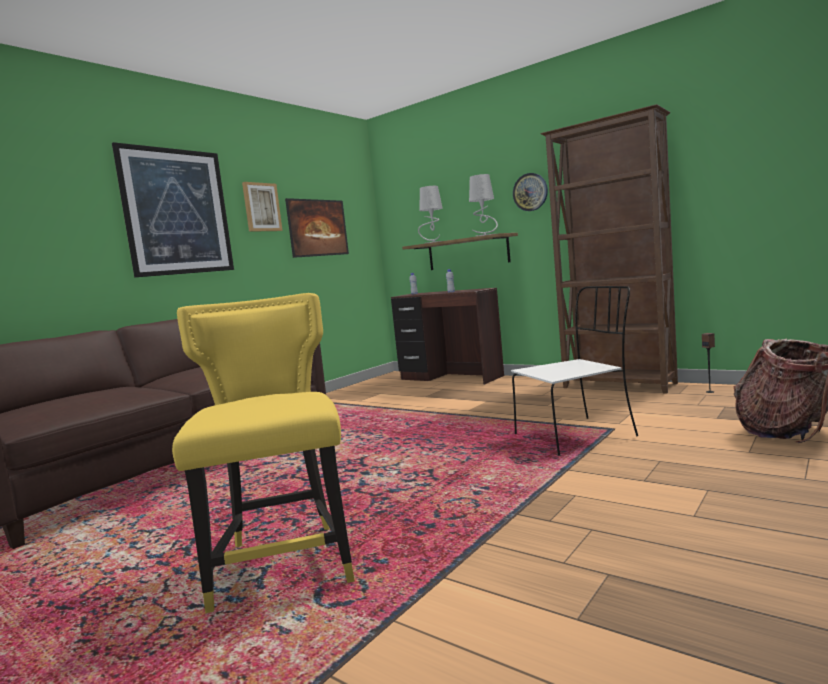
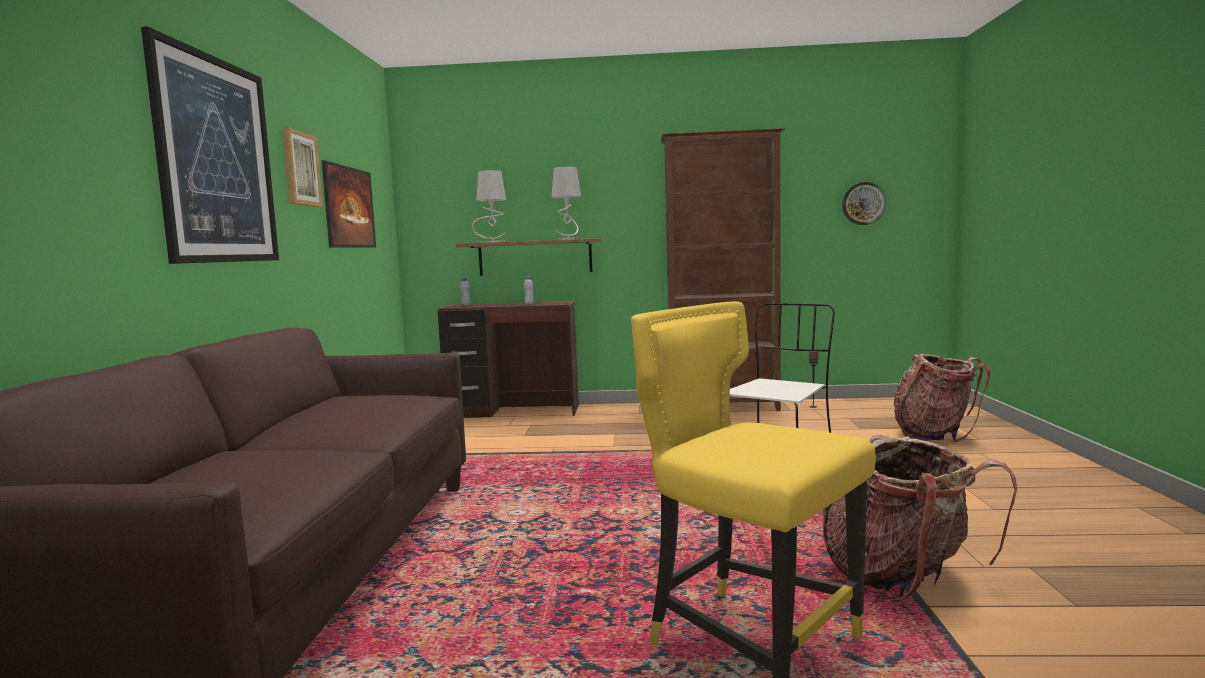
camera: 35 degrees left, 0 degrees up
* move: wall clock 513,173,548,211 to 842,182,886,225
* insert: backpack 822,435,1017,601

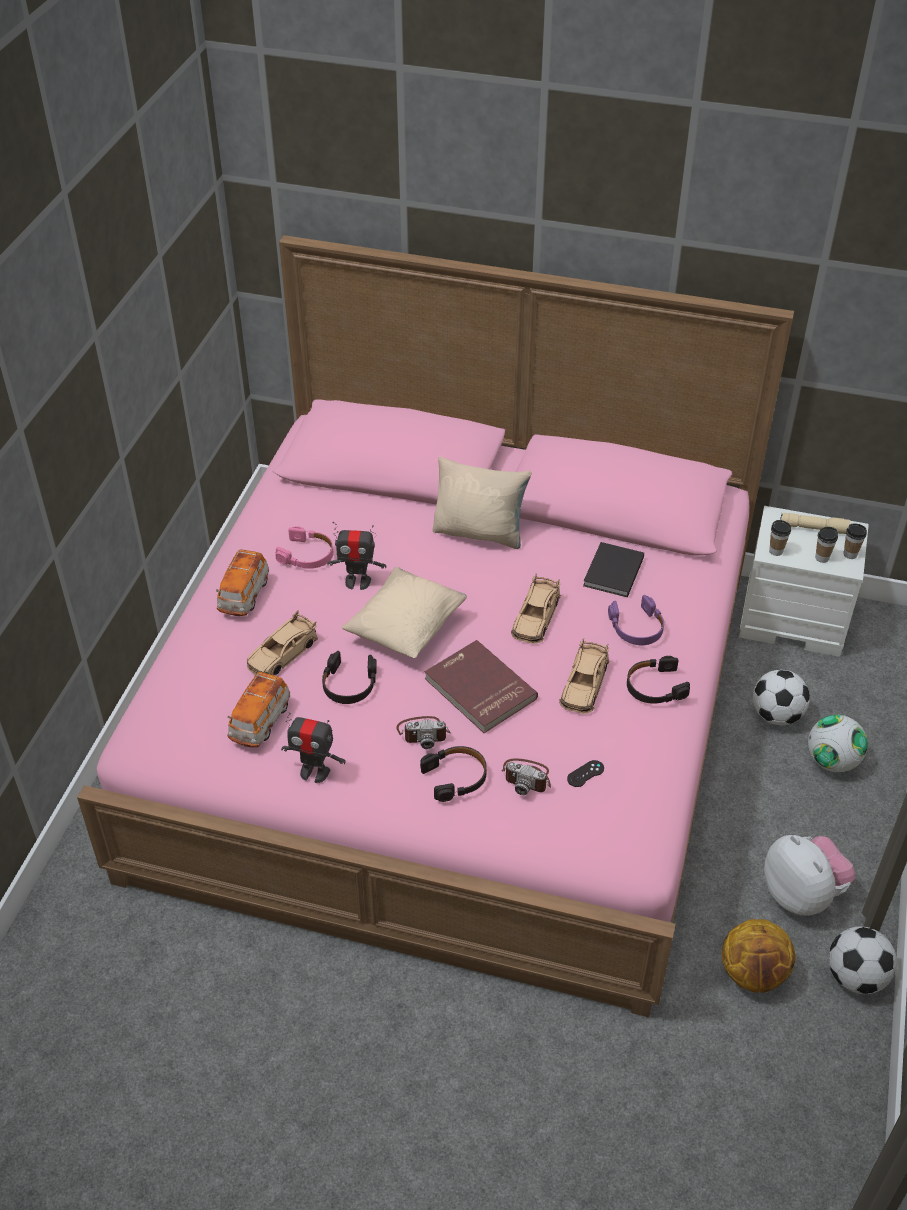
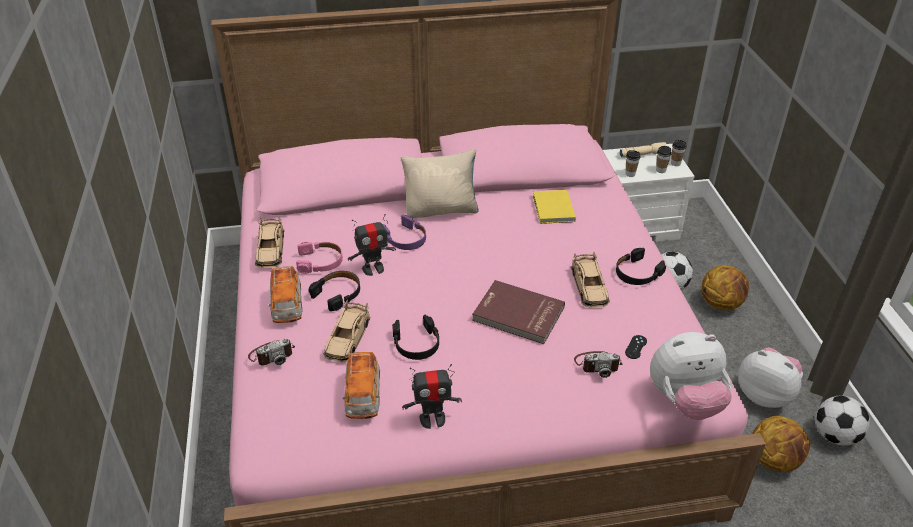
camera: 25 degrees left, 5 degrees down
* delete: pillow in beige 342,567,467,658
* move: photo camera 396,716,451,749 to 248,339,295,366
* move: headphones in black 420,746,487,802 to 309,271,360,311
* move: toy car in beige 511,574,561,644 to 255,217,284,268
* recolor: book in black 583,542,644,597 to book in yellow 533,190,576,224
* move: headphones in purple 608,595,664,645 to 383,215,426,250
* replace: football 808,715,868,773 to basketball 702,265,749,310
* insert: plush toy 650,332,732,420

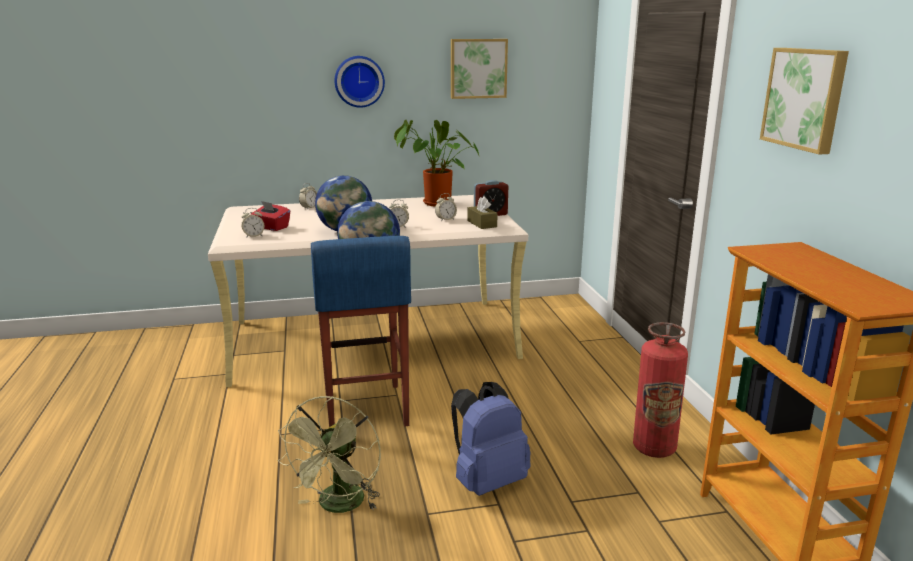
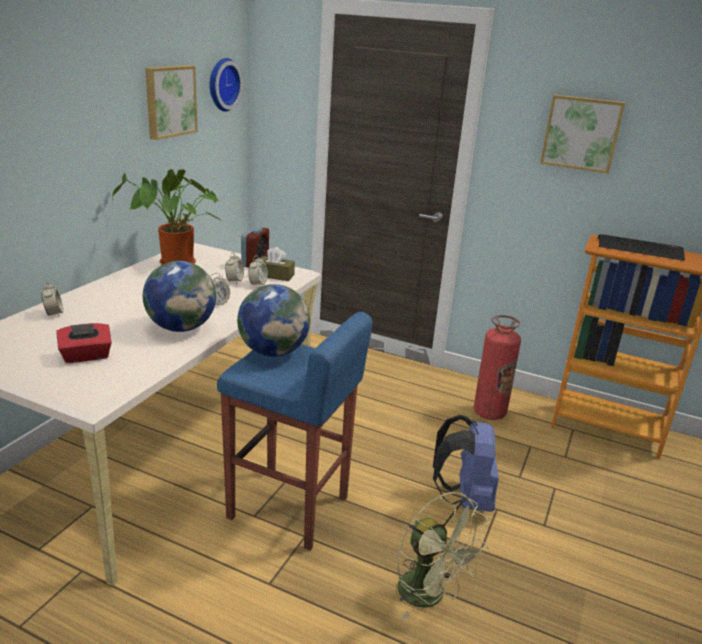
camera: 55 degrees left, 5 degrees up
* move: alarm clock 241,208,264,238 to 248,255,268,287
* move: wall clock 334,56,385,108 to 210,58,243,112
* insert: keyboard 598,234,685,261

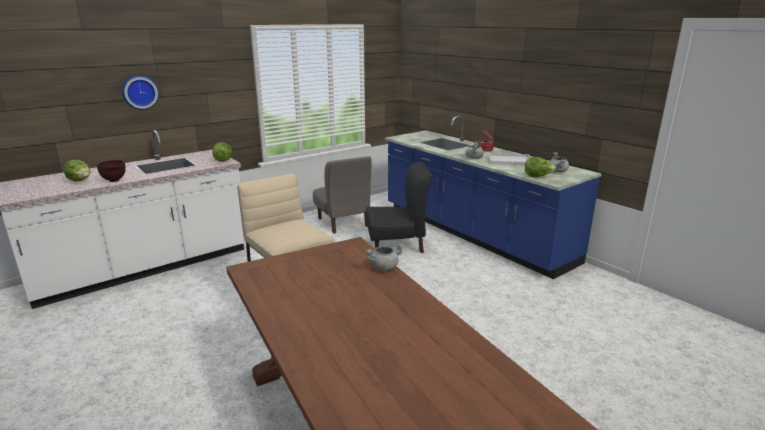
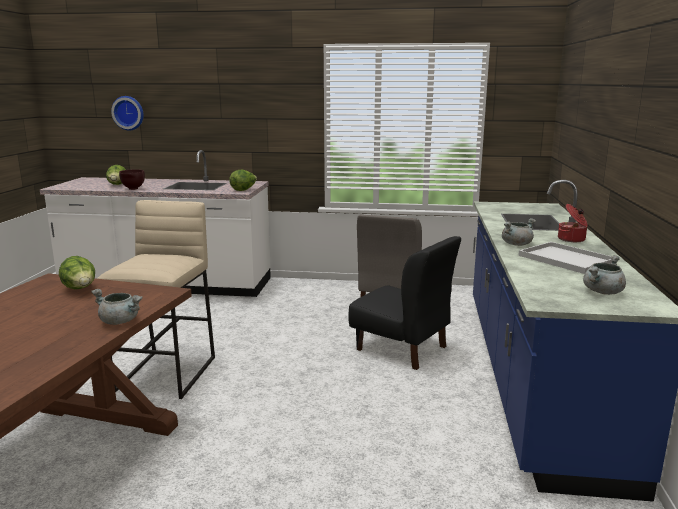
camera: 45 degrees right, 5 degrees down
* move: wall clock 122,75,159,110 to 111,96,144,130
* move: lettuce 525,157,556,177 to 59,256,95,289

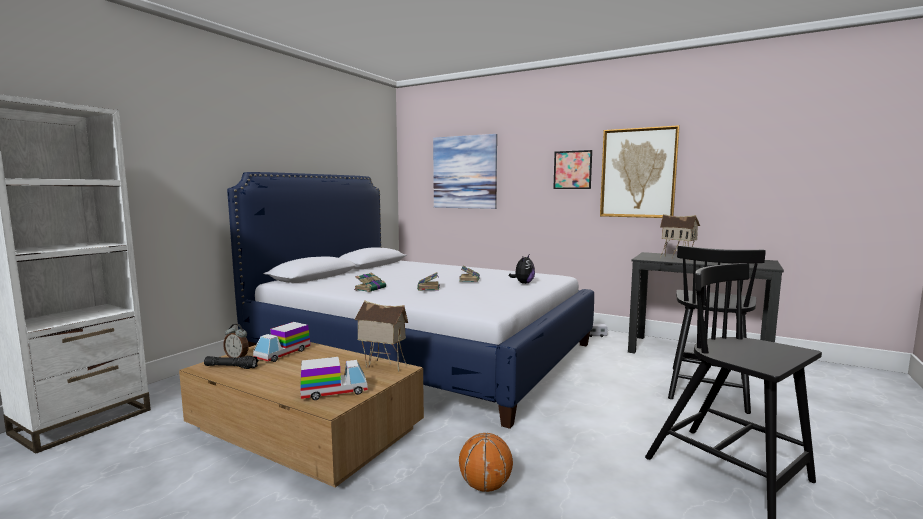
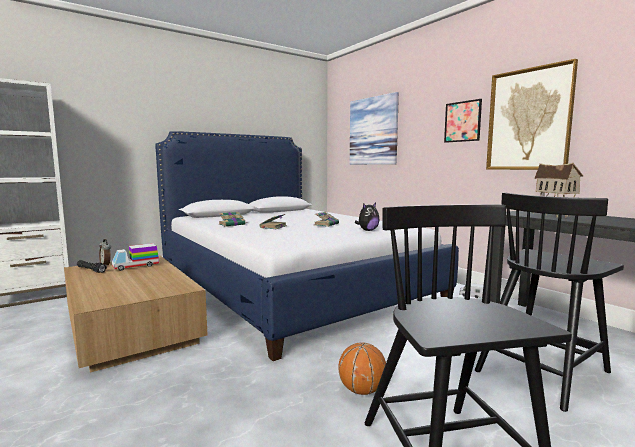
camera: 25 degrees right, 0 degrees up
* delete: toy truck 300,357,368,400
* delete: toy house 354,300,408,372
* move: basketball 459,433,513,492 to 338,342,386,395

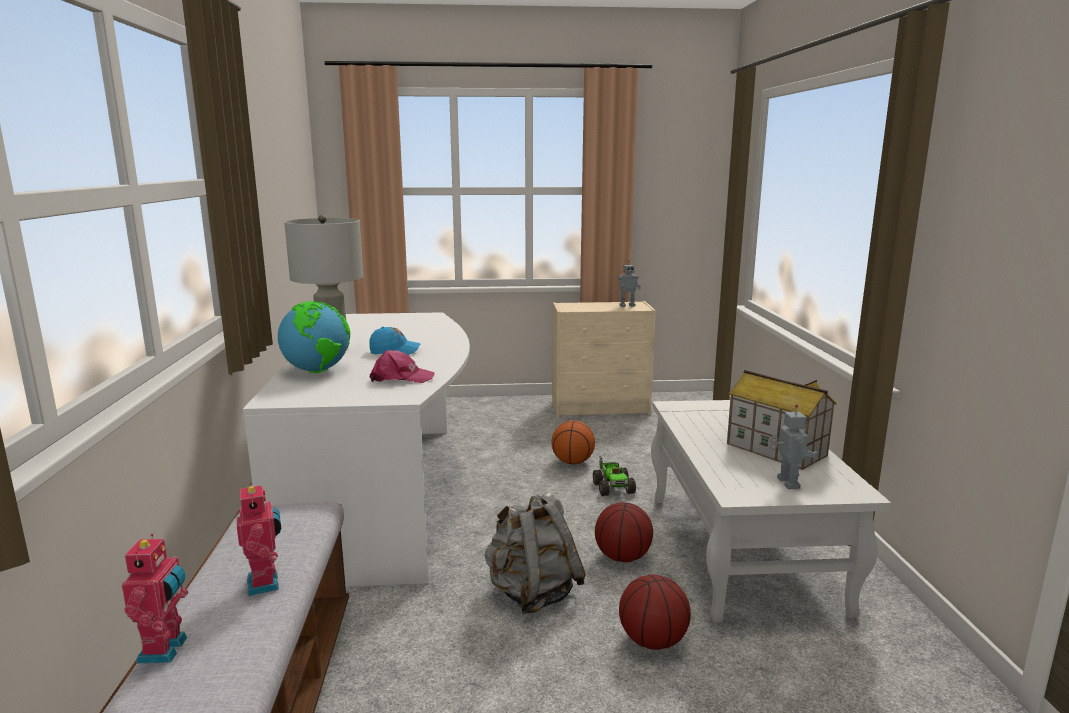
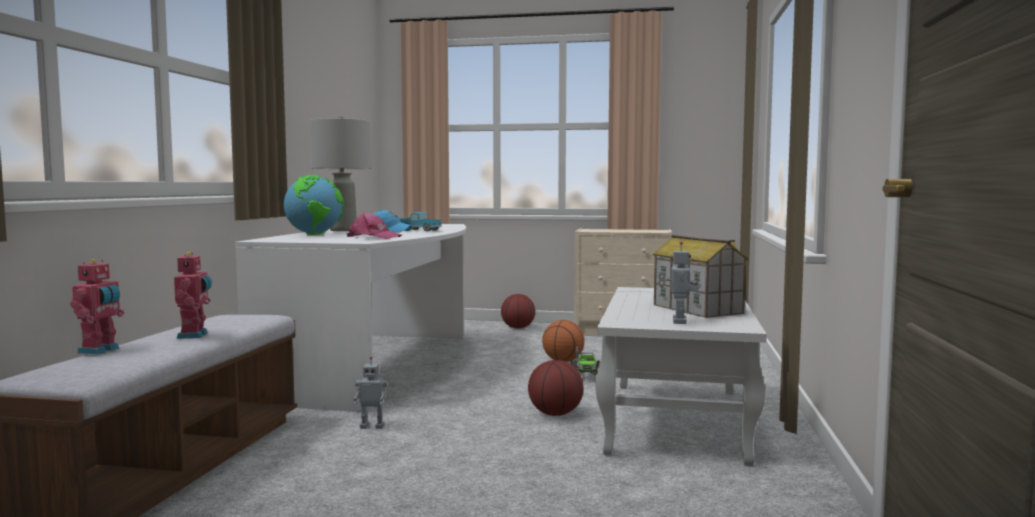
camera: 15 degrees right, 10 degrees down
* delete: backpack in grey 485,492,586,614
* move: toy robot 618,260,641,307 to 354,357,387,429
* move: basketball 619,575,691,650 to 501,294,535,329
* insert: toy truck 400,212,442,231

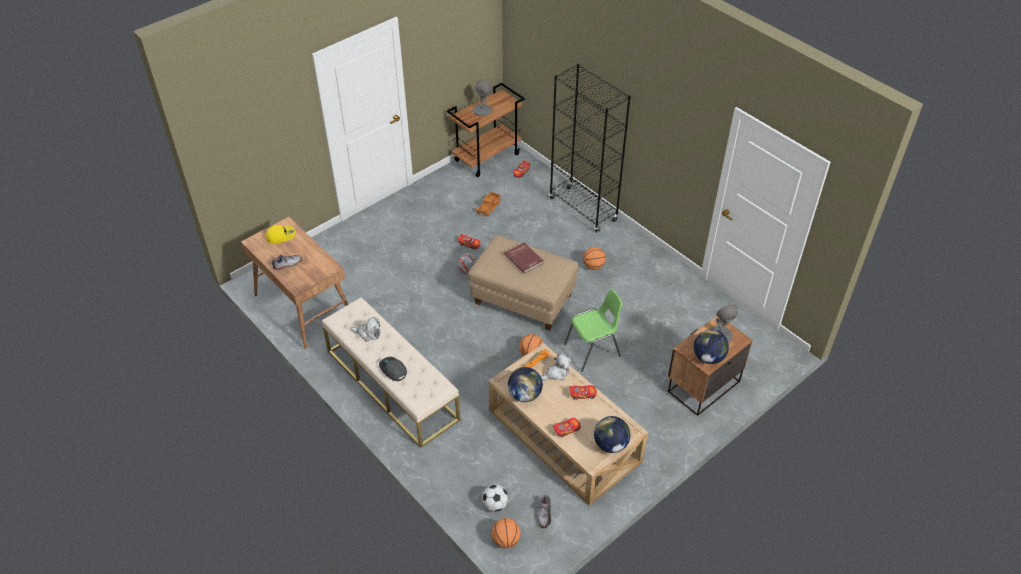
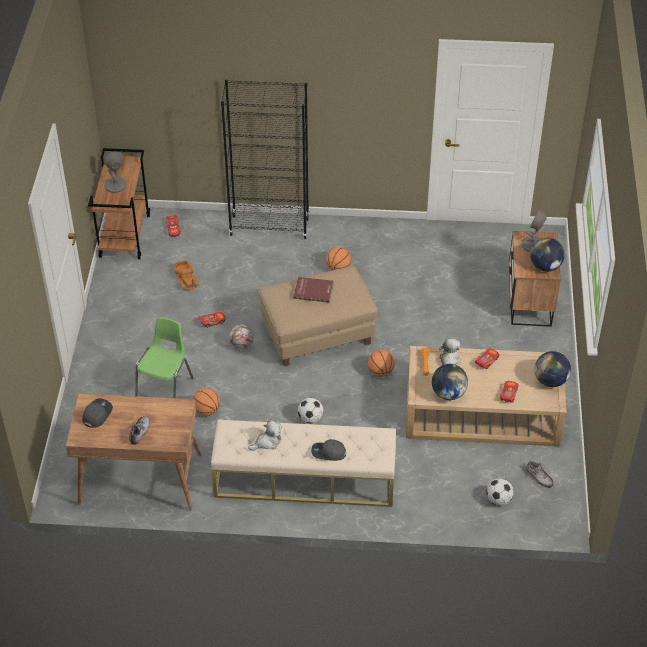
camera: 45 degrees left, 0 degrees up
* recolor: cap in yellow 266,225,295,244 to cap in grey 82,398,113,428
* move: basketball 491,518,521,548 to 193,388,220,416
* move: chair in green 564,289,623,372 to 135,317,194,398
* insert: football 298,398,323,423

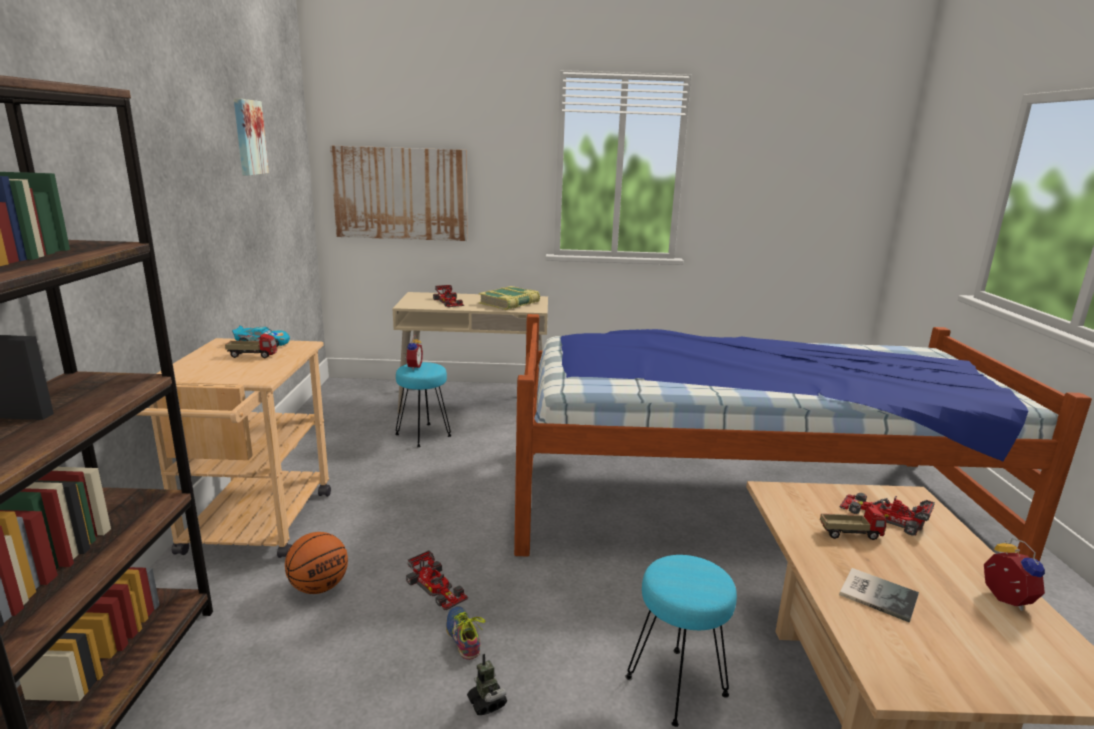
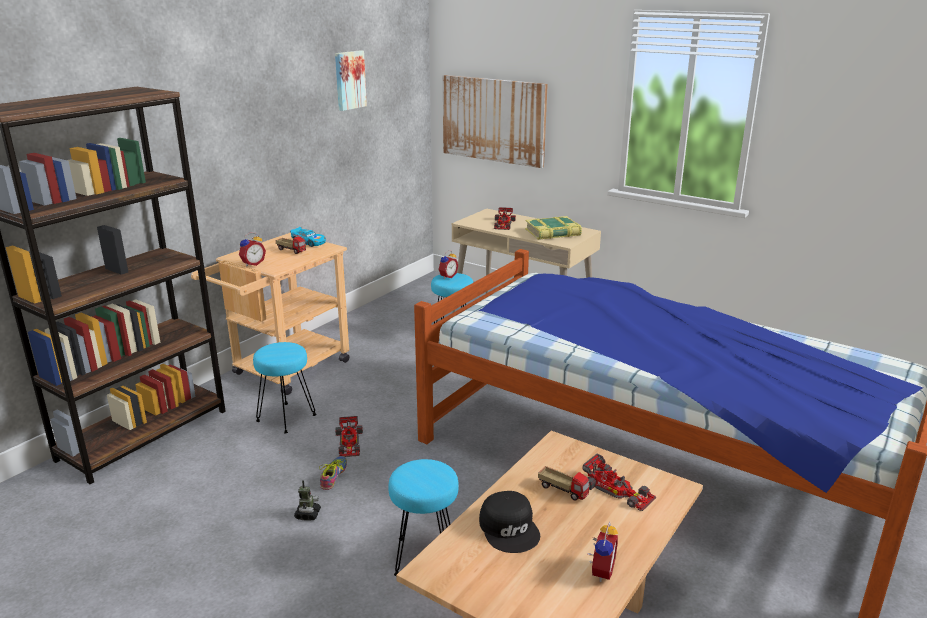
camera: 35 degrees right, 5 degrees up
* replace: basketball 285,532,348,594 to stool in turquoise 253,342,316,433
* replace: book 839,568,919,623 to cap in black 479,491,540,553
* rotate: toy car 840,493,935,536 = 582,454,656,511 150 degrees clockwise
* insert: alarm clock 239,233,266,267

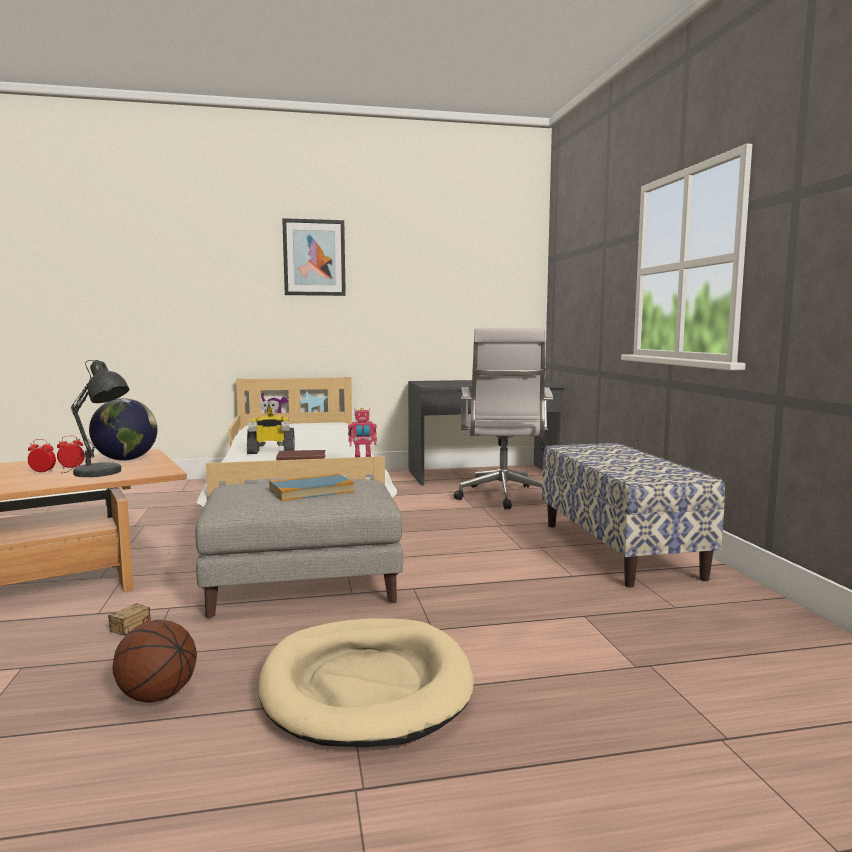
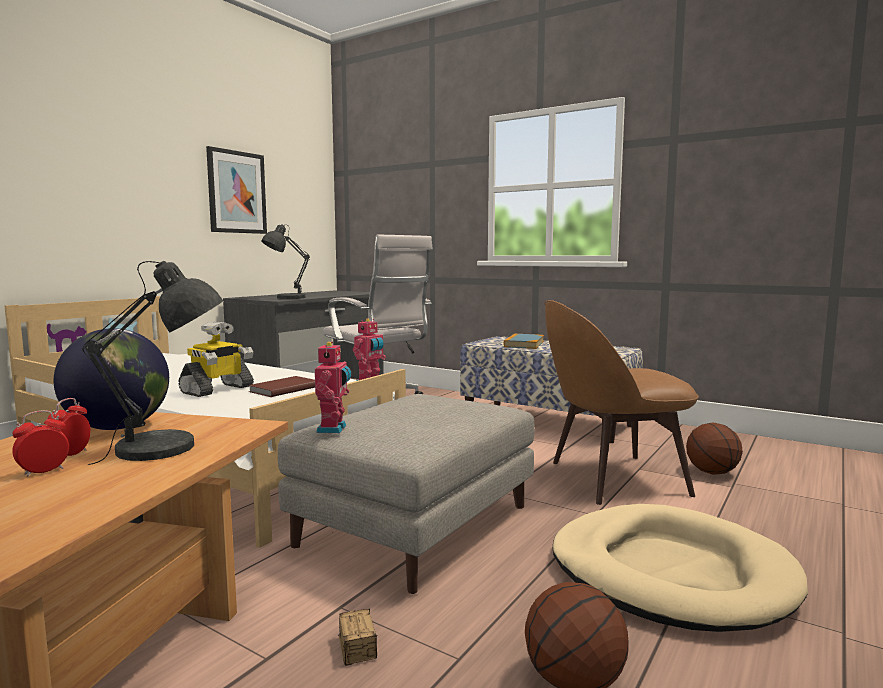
camera: 45 degrees left, 0 degrees up
* move: book 269,474,355,501 to 503,334,544,349
* move: picture 282,218,346,296 to 206,146,267,234
* insert: table lamp in grey 261,224,310,299
* insert: toy robot 315,342,351,433
* insert: chair in brown 544,300,699,505
* insert: basketball 686,422,743,475

